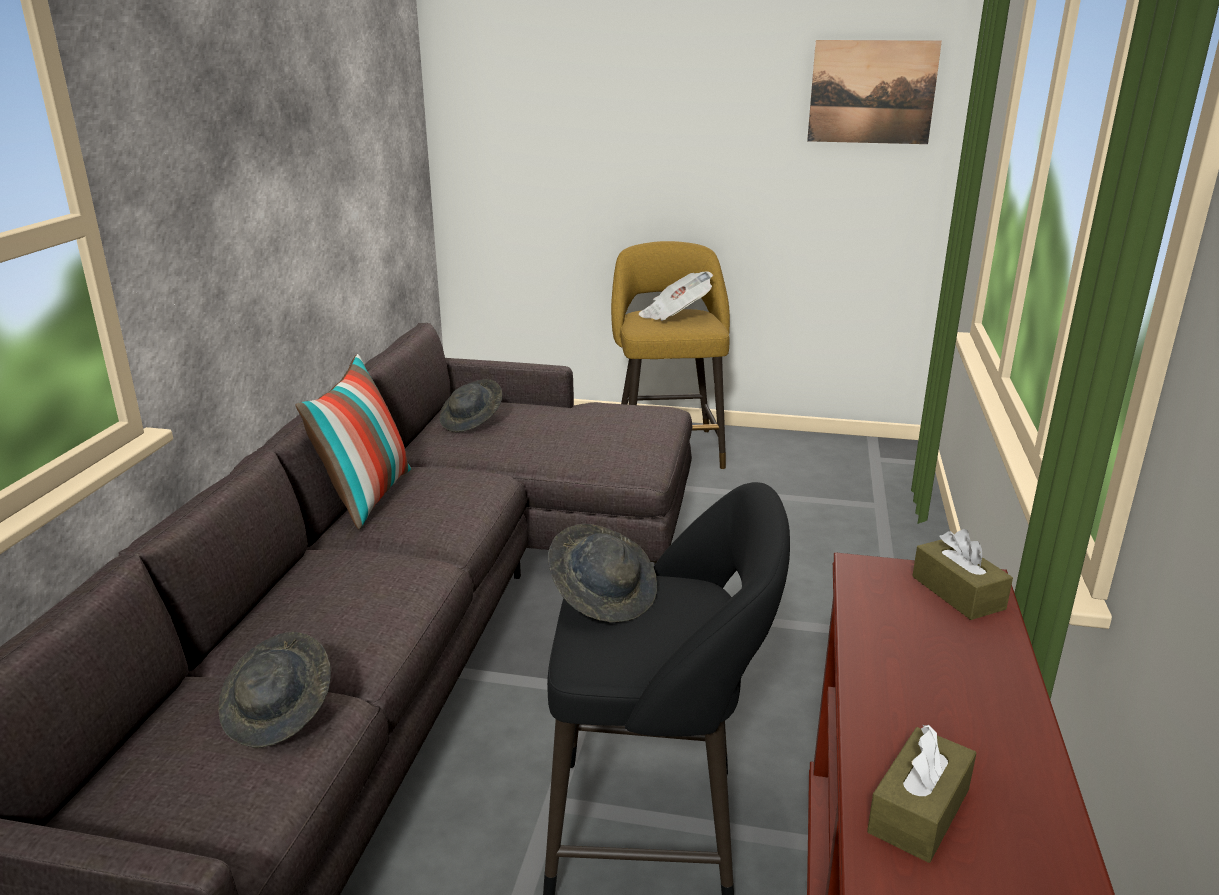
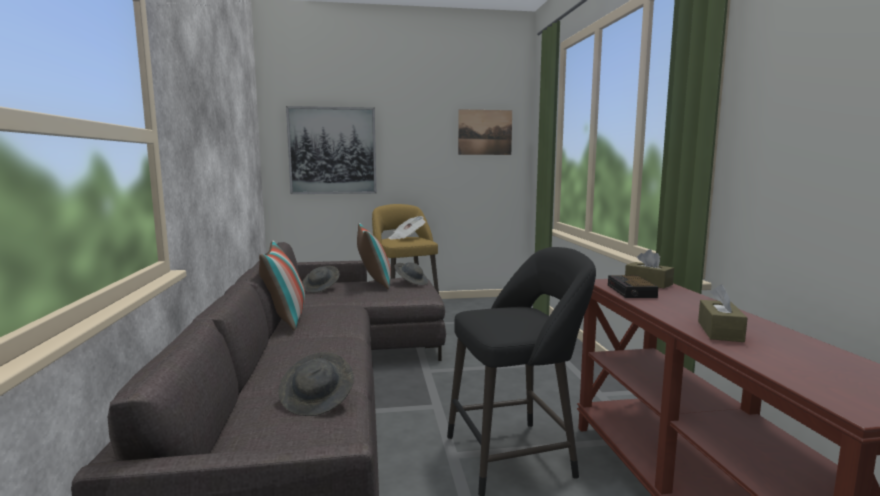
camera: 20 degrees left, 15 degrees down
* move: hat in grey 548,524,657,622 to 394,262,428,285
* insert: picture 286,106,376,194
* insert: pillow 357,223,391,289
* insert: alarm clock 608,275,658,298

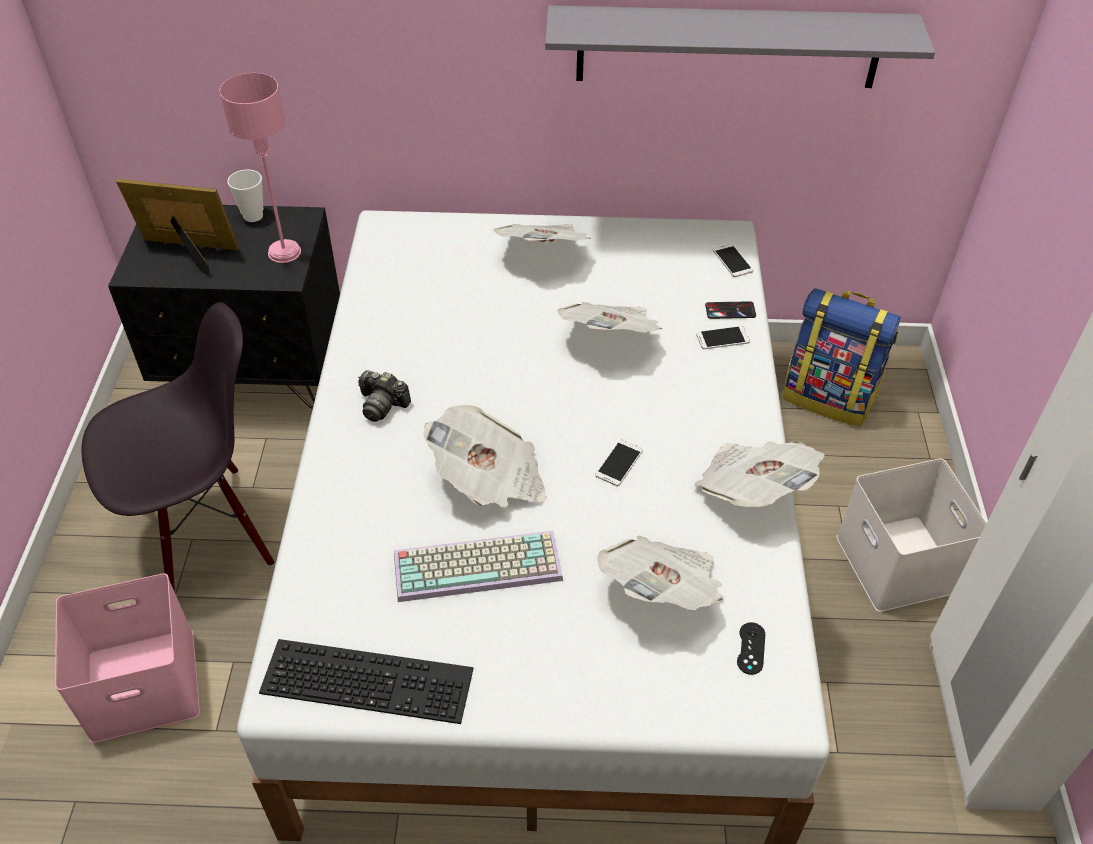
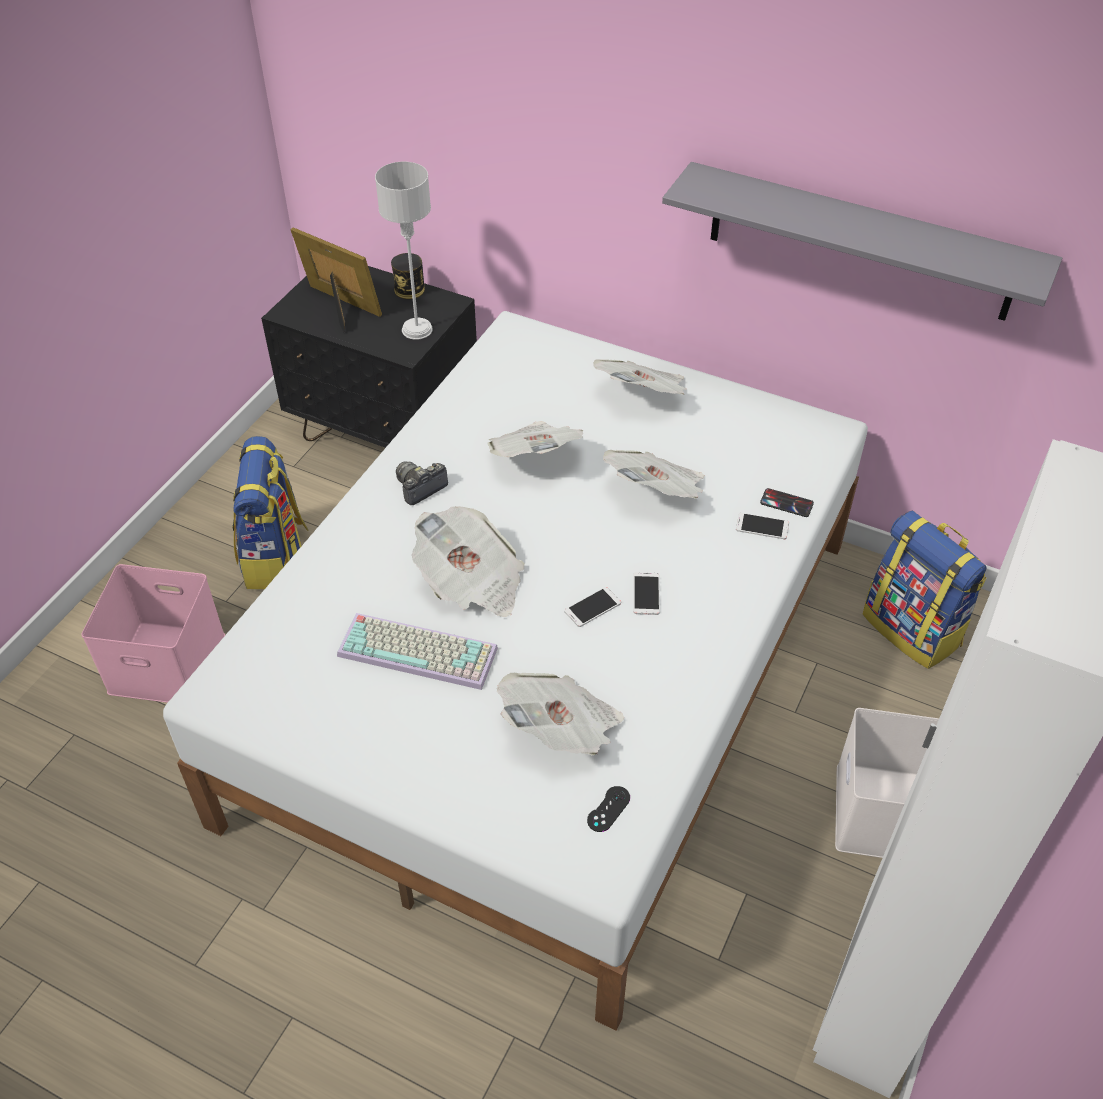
camera: 25 degrees right, 0 degrees up
* replace: chair in black 82,302,274,592 to backpack 232,436,309,590
* recolor: table lamp in pink 219,73,301,263 to table lamp in grey 375,161,433,340
* replace: cup 227,169,263,222 to can 391,253,425,299
* delete: keyboard 259,639,473,724
* rotate: photo camera 358,370,411,422 = 396,461,448,505 90 degrees clockwise
* move: newspaper 695,442,825,507 to 488,421,584,457
* move: phone 713,244,753,277 to 633,572,660,615

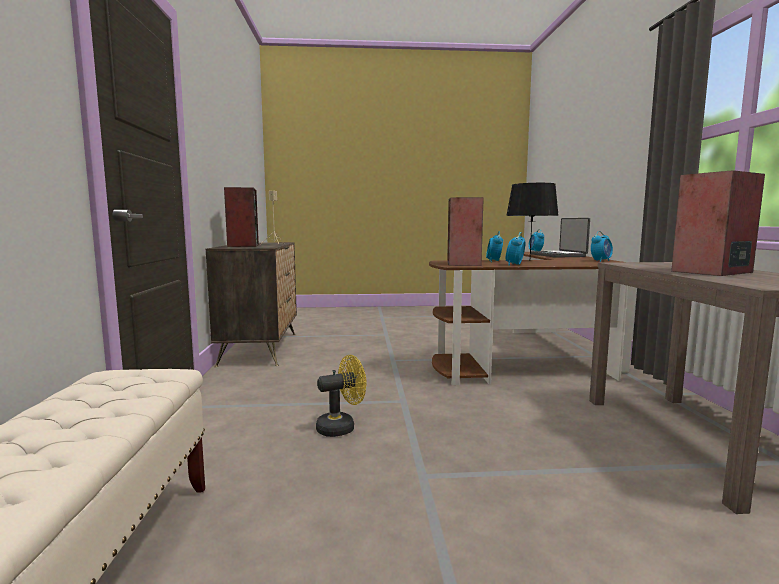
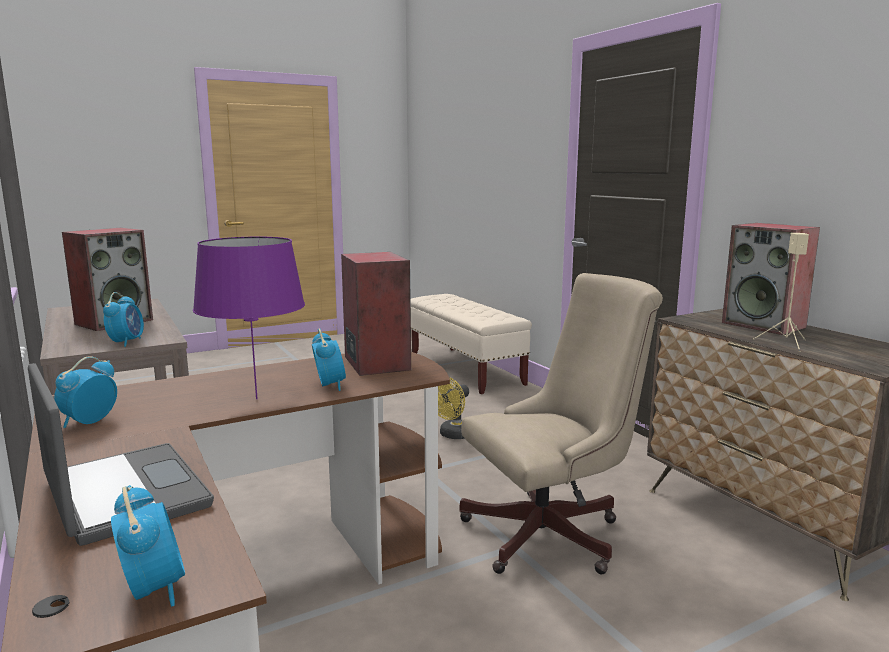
camera: 155 degrees right, 5 degrees up
* recolor: table lamp in black 506,183,559,256 to table lamp in purple 193,237,305,399
* move: alarm clock 506,232,526,266 to 103,292,144,347
* insert: office chair in beige 459,273,663,574

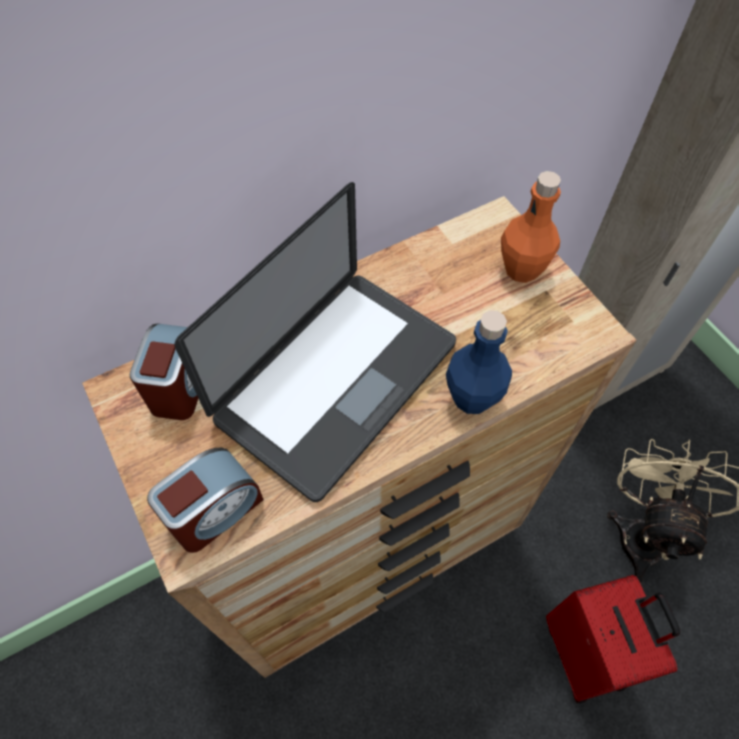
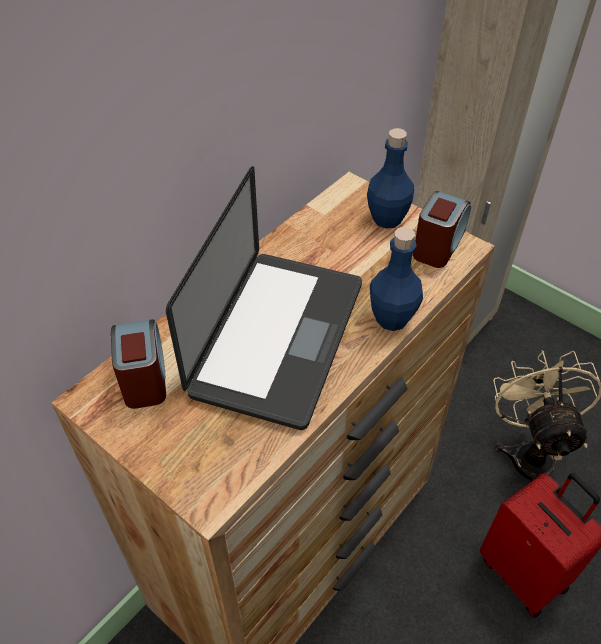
camera: 20 degrees left, 10 degrees down
* move: alarm clock 147,447,264,553 to 413,191,471,268
* recolor: bottle in orange 501,171,561,283 to bottle in blue 367,128,414,229

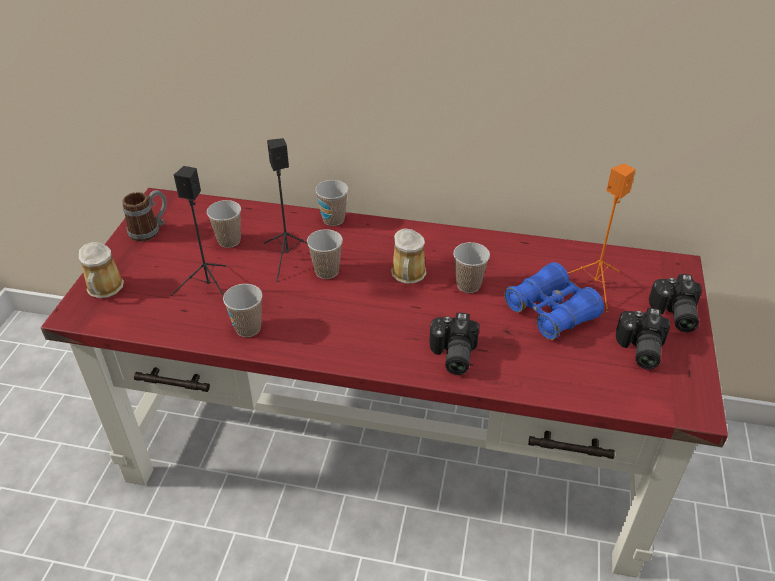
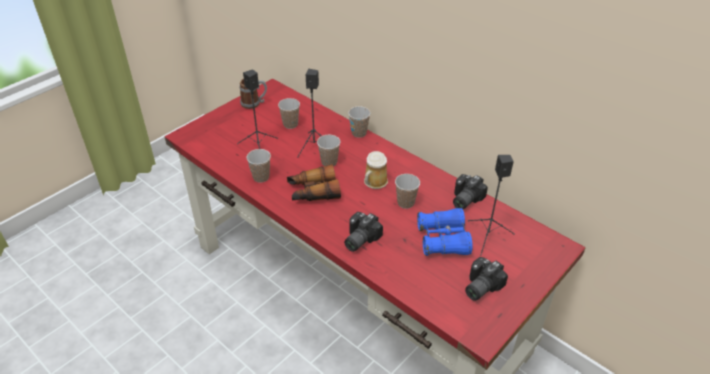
camera: 30 degrees right, 0 degrees up
* delete: mug 79,242,124,298
* recolor: speaker in orange 568,163,636,312 to speaker in black 468,155,515,255
* move: photo camera 649,274,702,332 to 453,174,488,209
* insert: binoculars 287,164,341,201

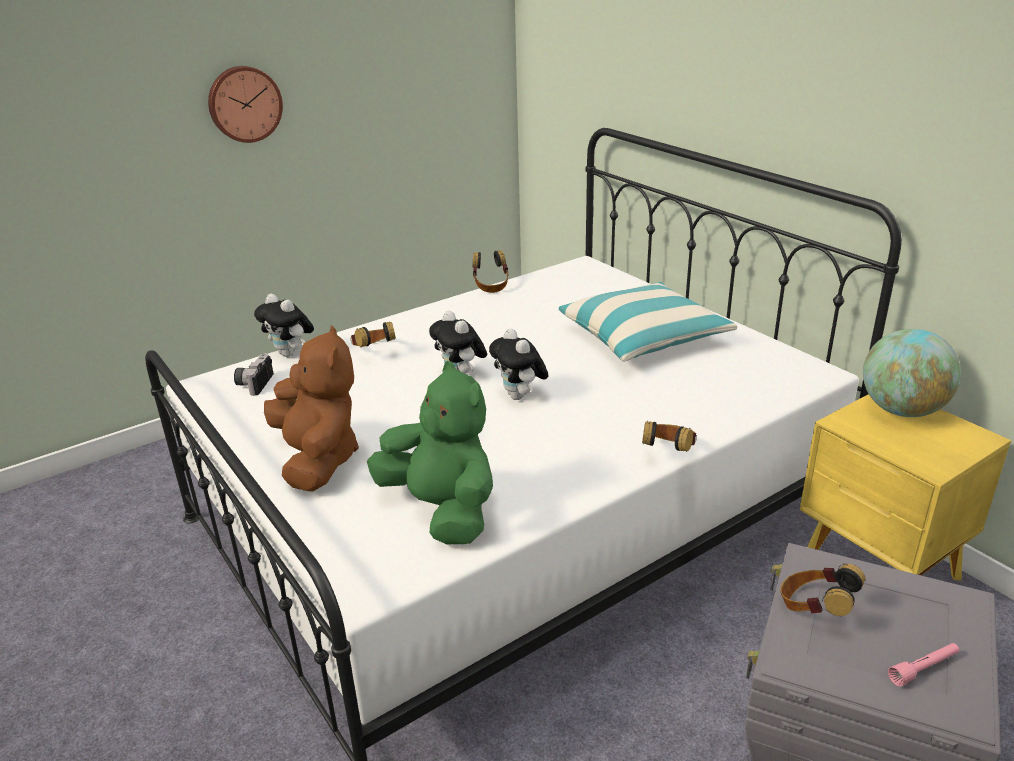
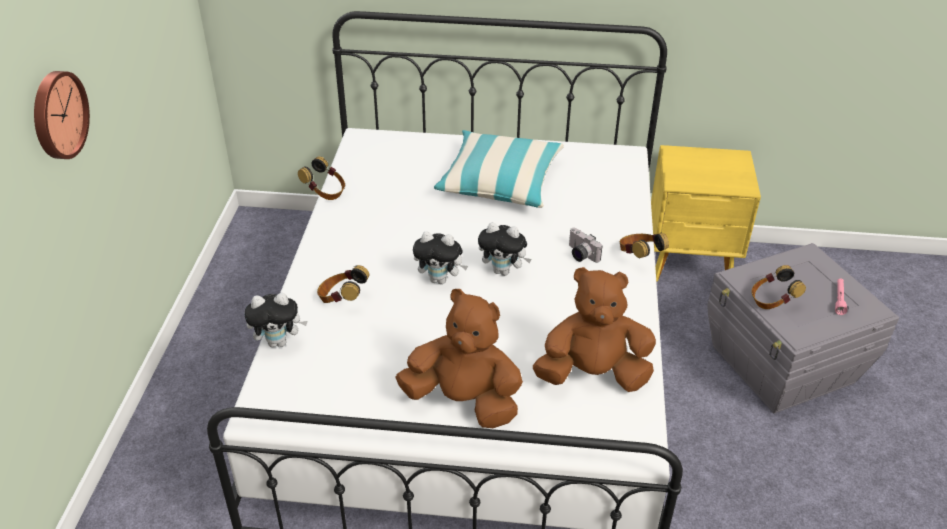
camera: 50 degrees left, 10 degrees up
* move: photo camera 234,353,274,396 to 569,228,602,263
* recolor: plush toy in green 367,361,493,544 to plush toy in brown 533,267,656,392
* delete: globe 863,329,961,417

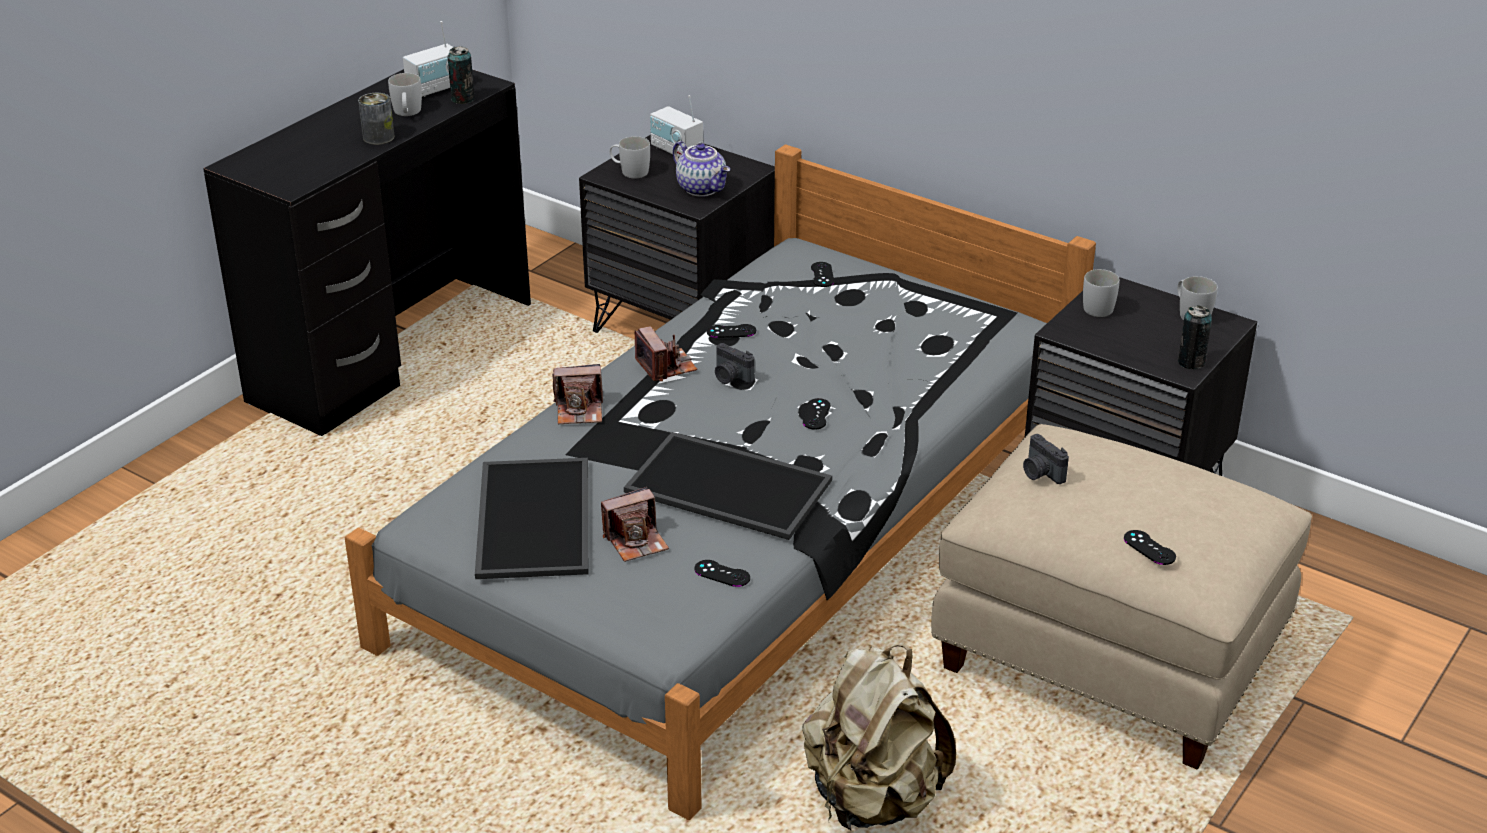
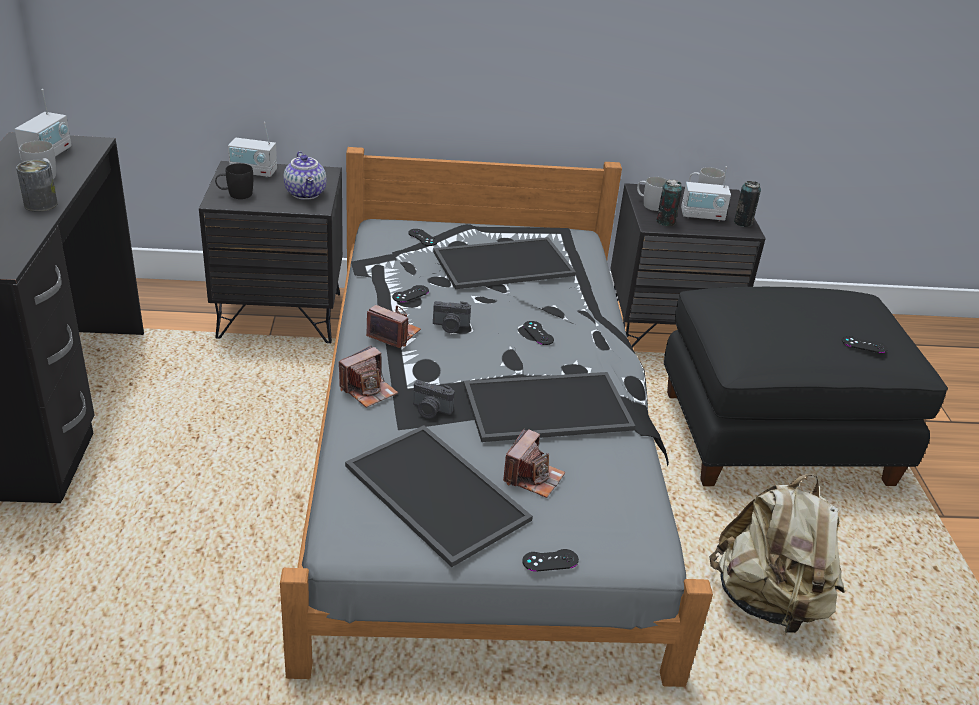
camera: 40 degrees left, 0 degrees up
* move: can 448,46,475,104 to 656,180,682,226
* recolor: mug in white 610,136,650,178 to mug in black 215,163,253,199
* rotate: teapot 673,141,730,197 = 284,151,327,200 60 degrees clockwise
* move: game controller in black 694,560,750,587 to 522,549,579,572
* recolor: ottoman in beige 931,424,1312,770 to ottoman in black 664,287,948,486
* move: photo camera 1023,434,1069,484 to 413,380,455,419
* insert: tray 433,237,576,289
* insert: radio 681,166,731,222

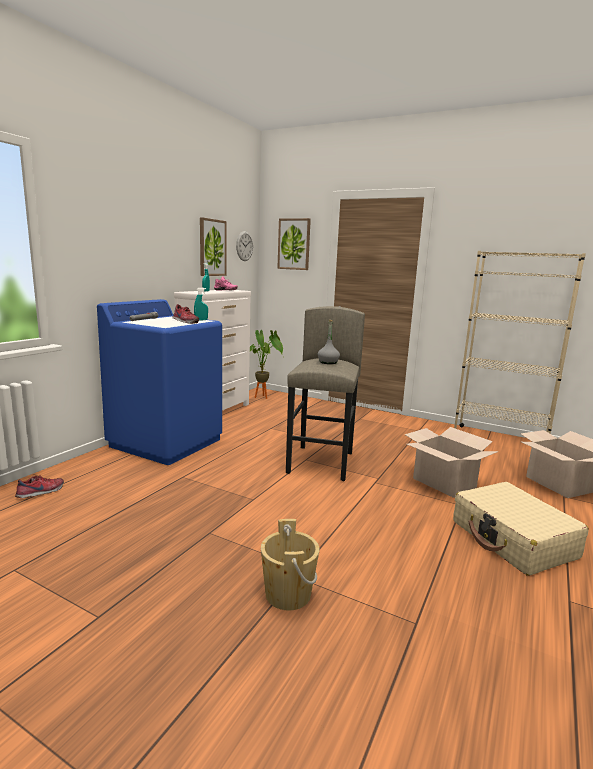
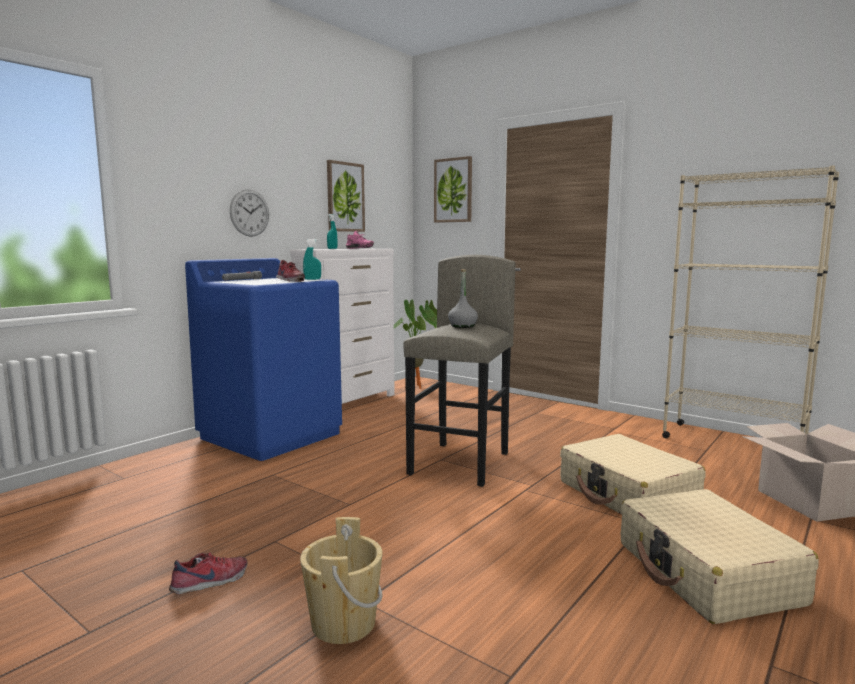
camera: 10 degrees right, 5 degrees down
* move: shoe 15,475,64,498 to 169,552,248,594
* move: wall clock 236,231,253,261 to 230,189,269,237
* replace: cardboard box 405,427,499,498 to suitcase in beige 560,434,705,515

